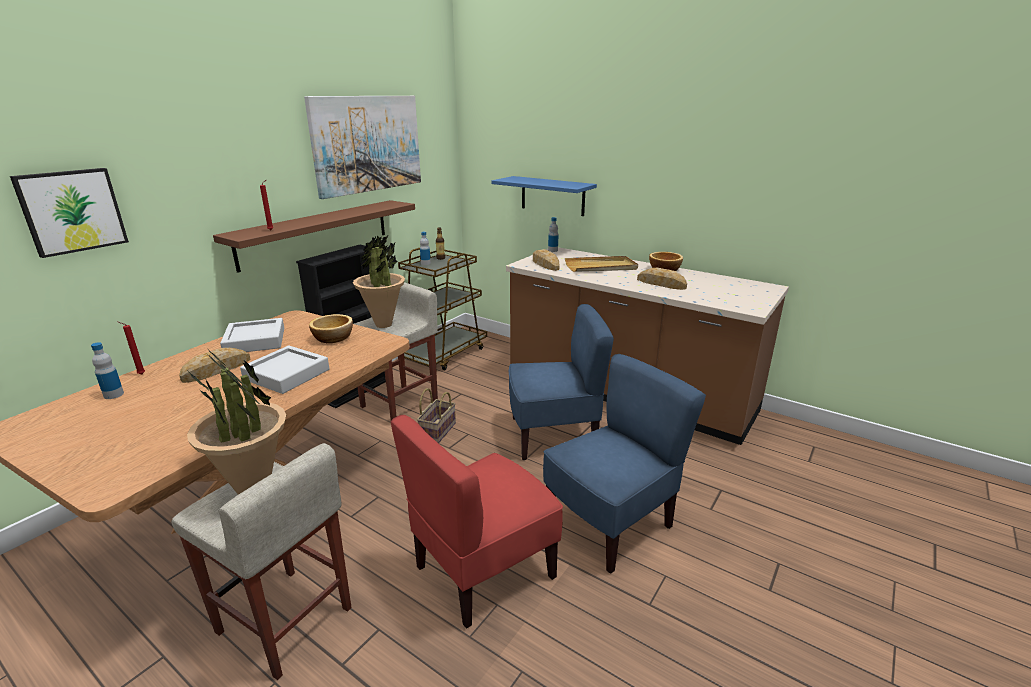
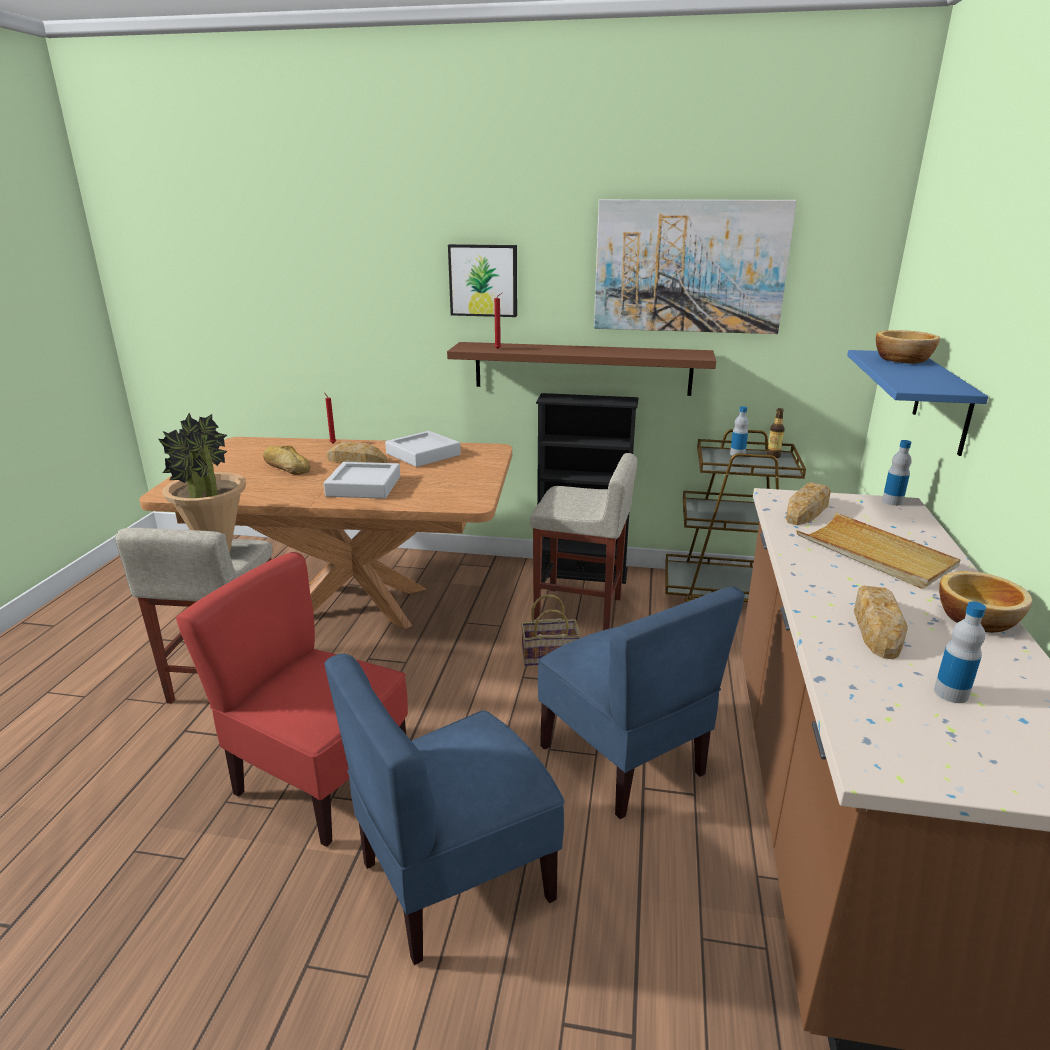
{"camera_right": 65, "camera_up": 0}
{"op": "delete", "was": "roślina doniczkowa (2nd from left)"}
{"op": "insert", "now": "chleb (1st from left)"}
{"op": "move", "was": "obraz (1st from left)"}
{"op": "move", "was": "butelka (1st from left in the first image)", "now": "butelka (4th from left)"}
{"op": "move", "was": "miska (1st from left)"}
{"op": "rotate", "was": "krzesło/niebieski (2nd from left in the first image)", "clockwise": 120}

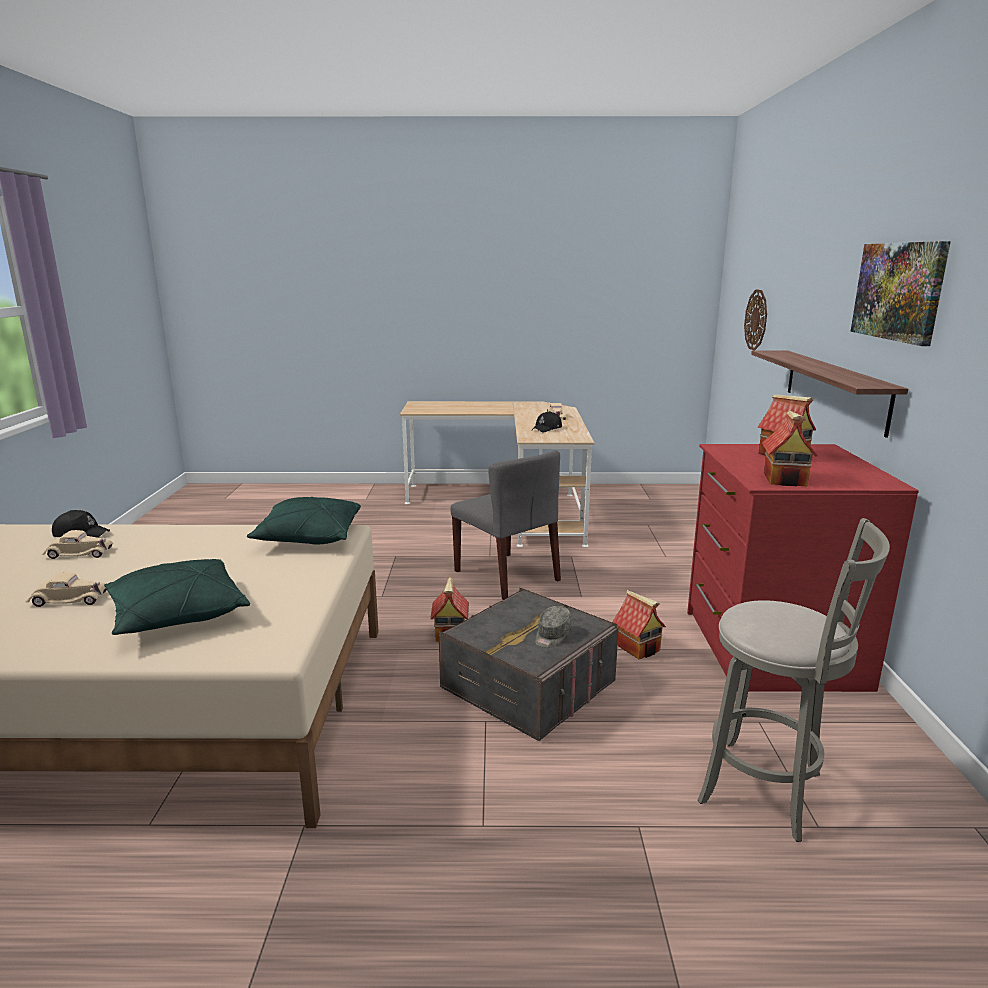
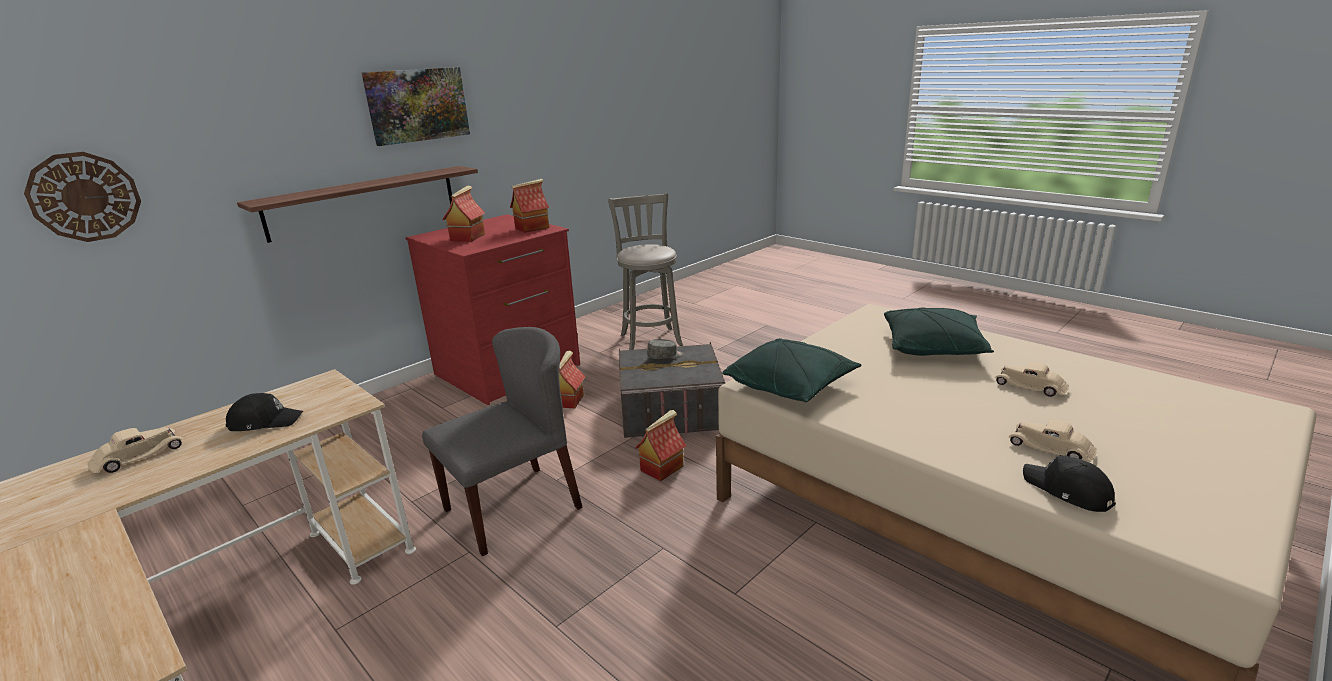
{"camera_right": -135, "camera_up": 5}
{"op": "rotate", "was": "krzesło/szary", "clockwise": 45}

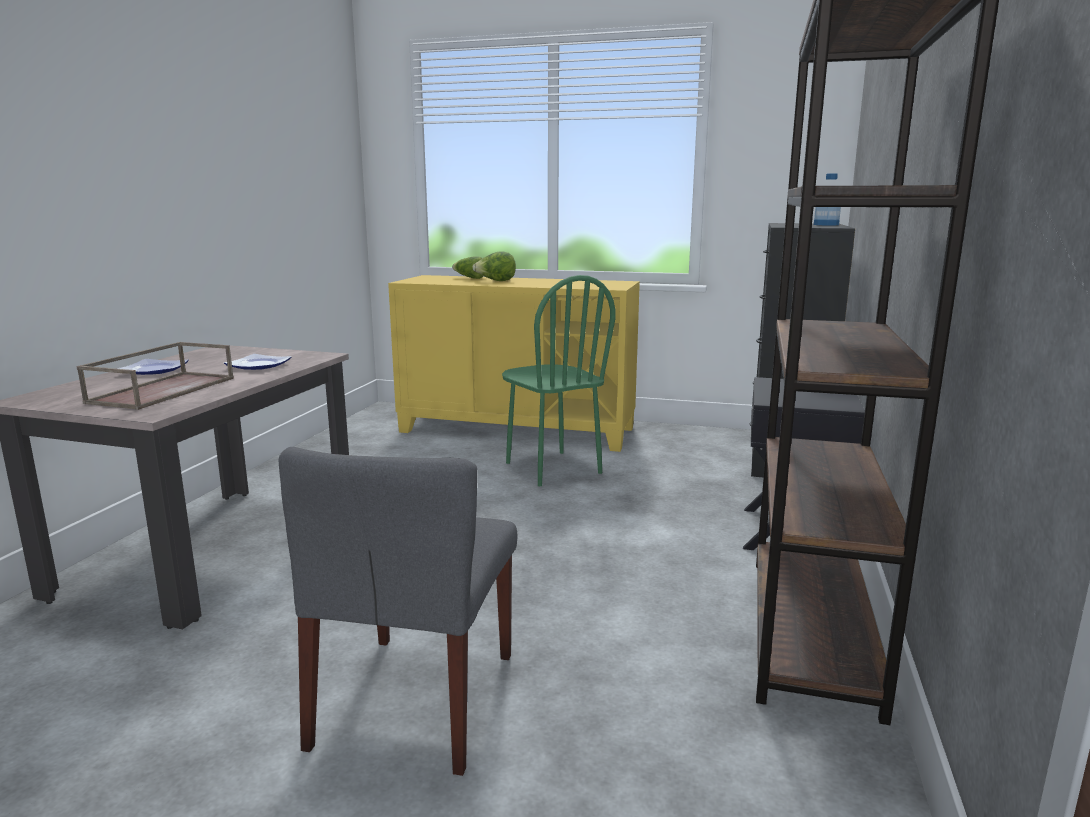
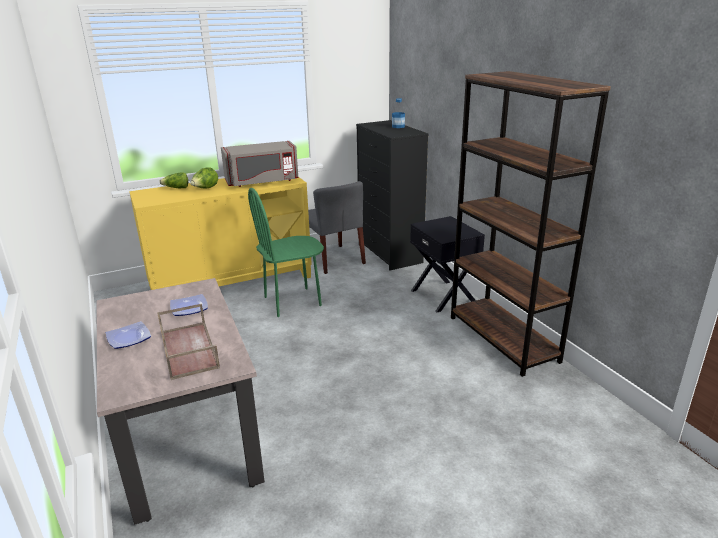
{"camera_right": -40, "camera_up": 10}
{"op": "insert", "now": "mikrofalówka/szary"}
{"op": "move", "was": "krzesło/szary"}
{"op": "rotate", "was": "krzesło/zielony", "clockwise": 135}

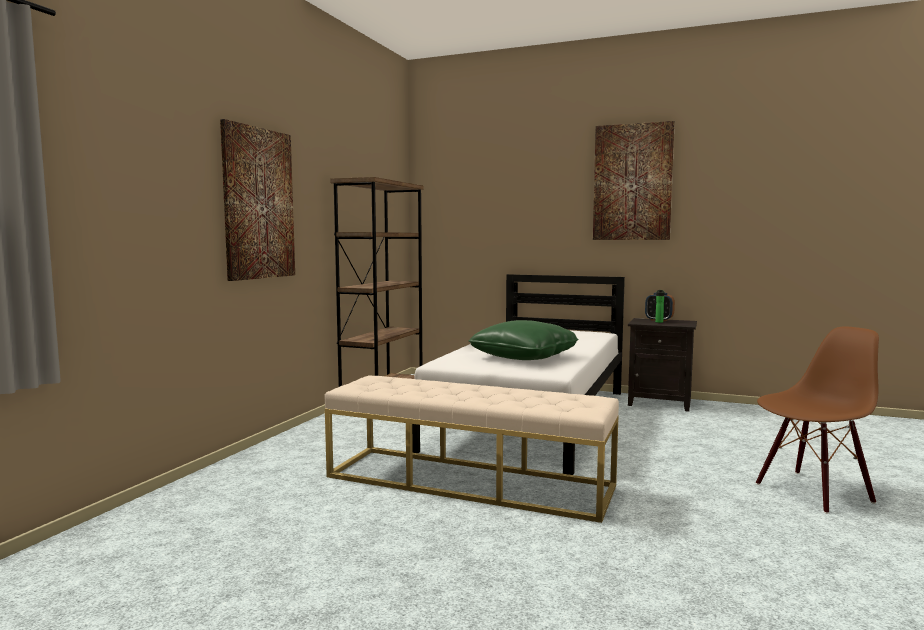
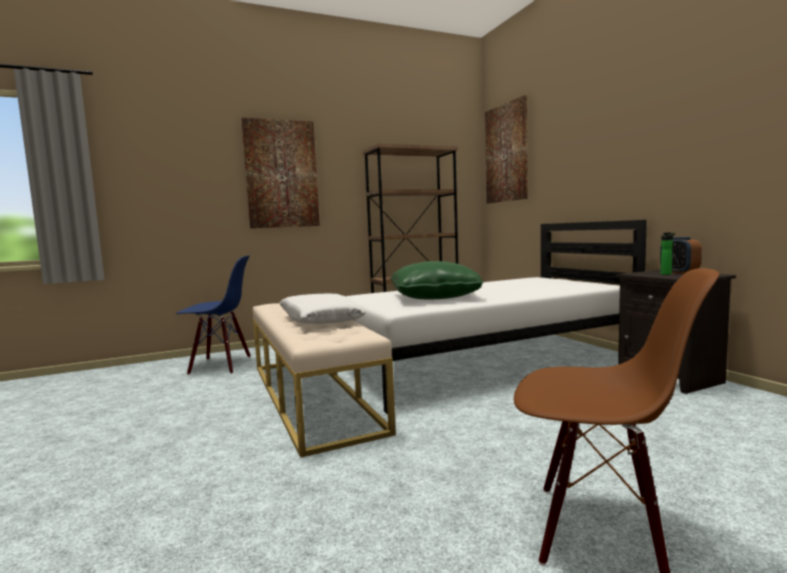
{"camera_right": 45, "camera_up": 0}
{"op": "insert", "now": "krzesło/niebieski"}
{"op": "insert", "now": "poduszka/biały"}
{"op": "move", "was": "obraz (2nd from left)"}

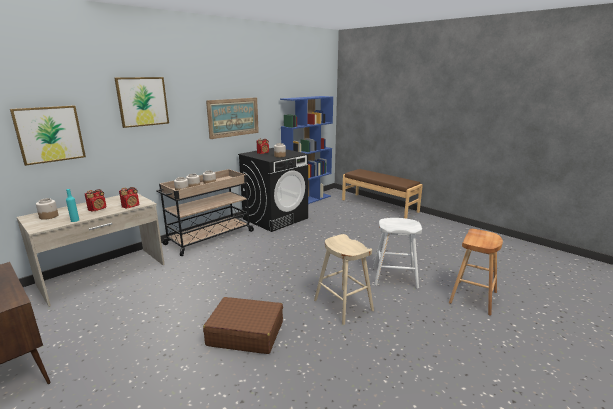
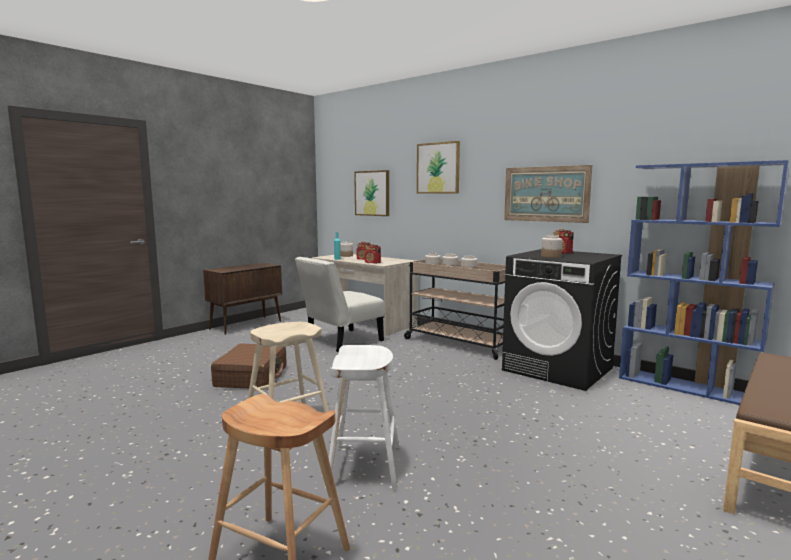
{"camera_right": 85, "camera_up": -10}
{"op": "insert", "now": "krzesło/biały"}

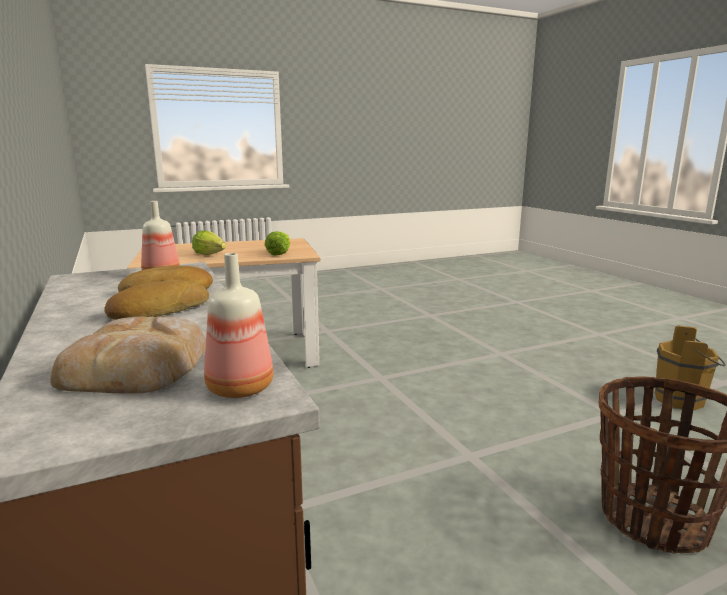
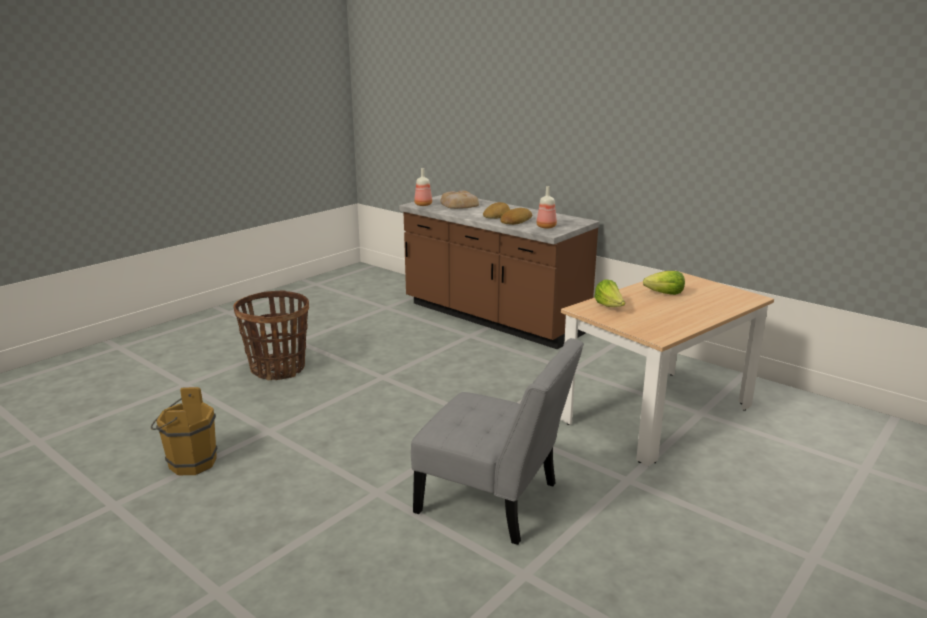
{"camera_right": 155, "camera_up": 5}
{"op": "insert", "now": "krzesło/szary"}

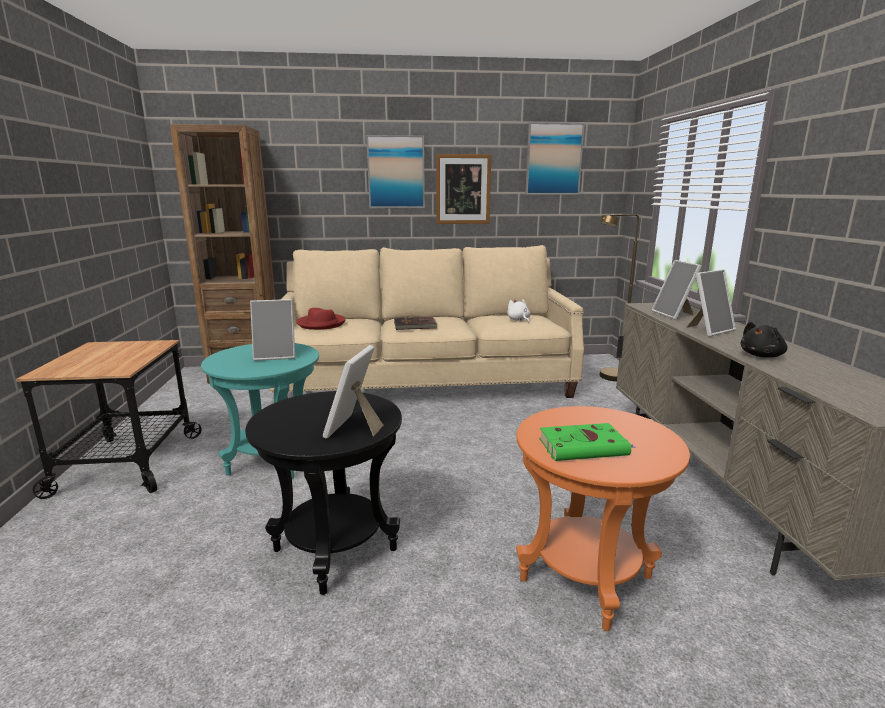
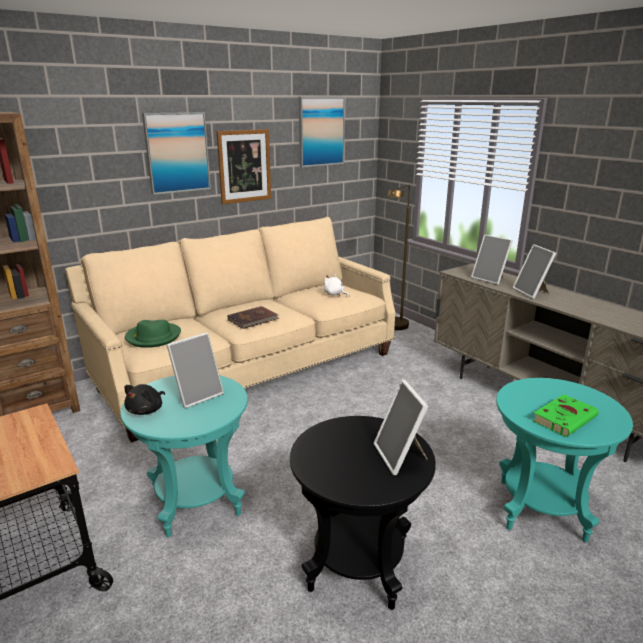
{"camera_right": -30, "camera_up": 5}
{"op": "move", "was": "pluszak/czarny"}
{"op": "recolor", "was": "kapelusz/czerwony", "now": "kapelusz/zielony"}
{"op": "recolor", "was": "stolik/pomarańczowy", "now": "stolik/turkusowy (2nd from left)"}
{"op": "rotate", "was": "ramka na zdjęcie (4th from left)", "clockwise": 135}

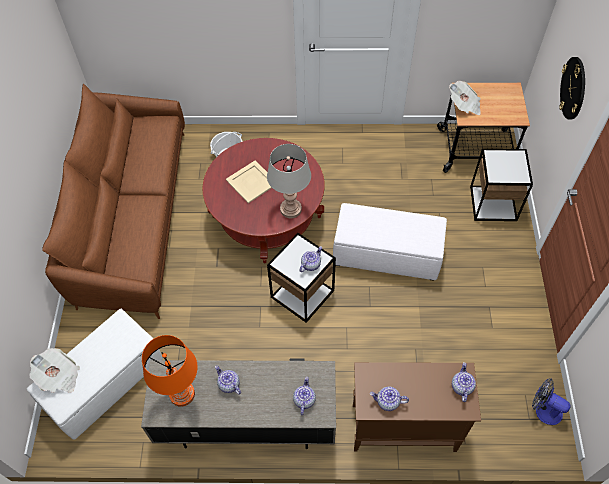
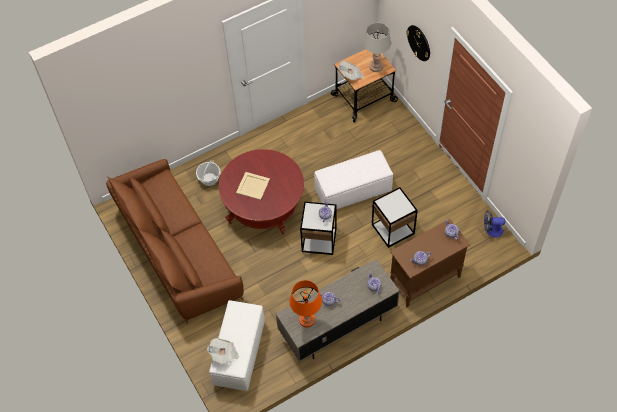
{"camera_right": -30, "camera_up": 0}
{"op": "move", "was": "lampa stołowa/szary"}
{"op": "move", "was": "stolik (2nd from left)"}

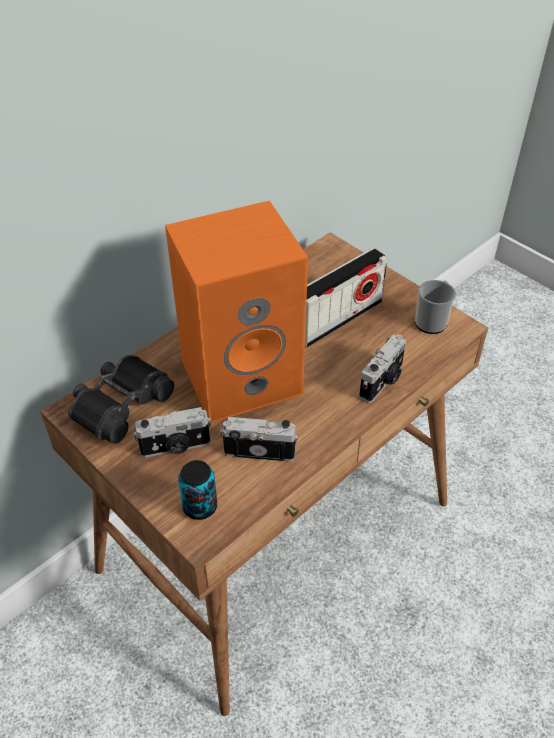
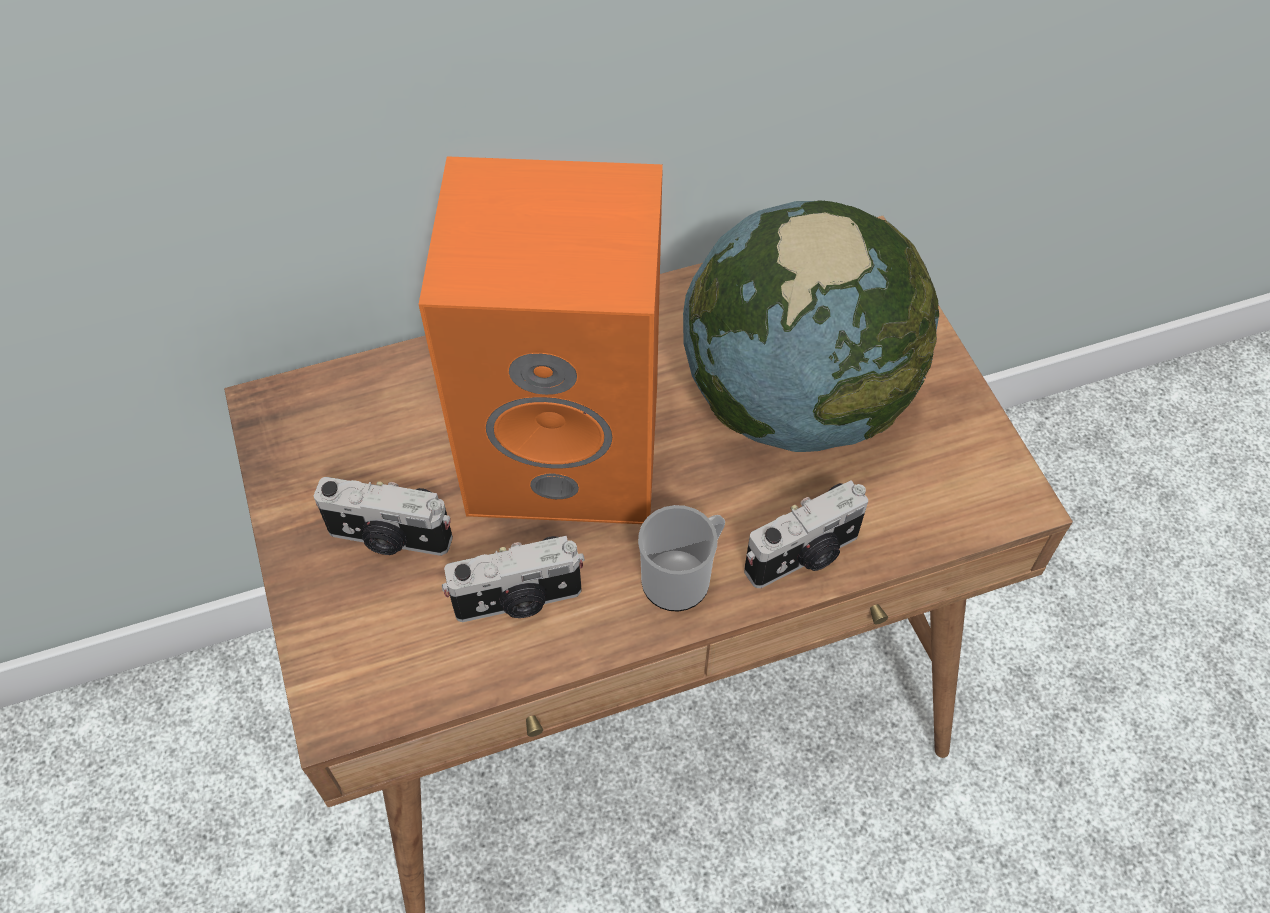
{"camera_right": 25, "camera_up": 10}
{"op": "delete", "was": "lornetka/czarny"}
{"op": "delete", "was": "puszka"}
{"op": "move", "was": "kubek"}
{"op": "replace", "was": "radio", "now": "globus"}
{"op": "rotate", "was": "aparat fotograficzny (2nd from left)", "clockwise": 135}

